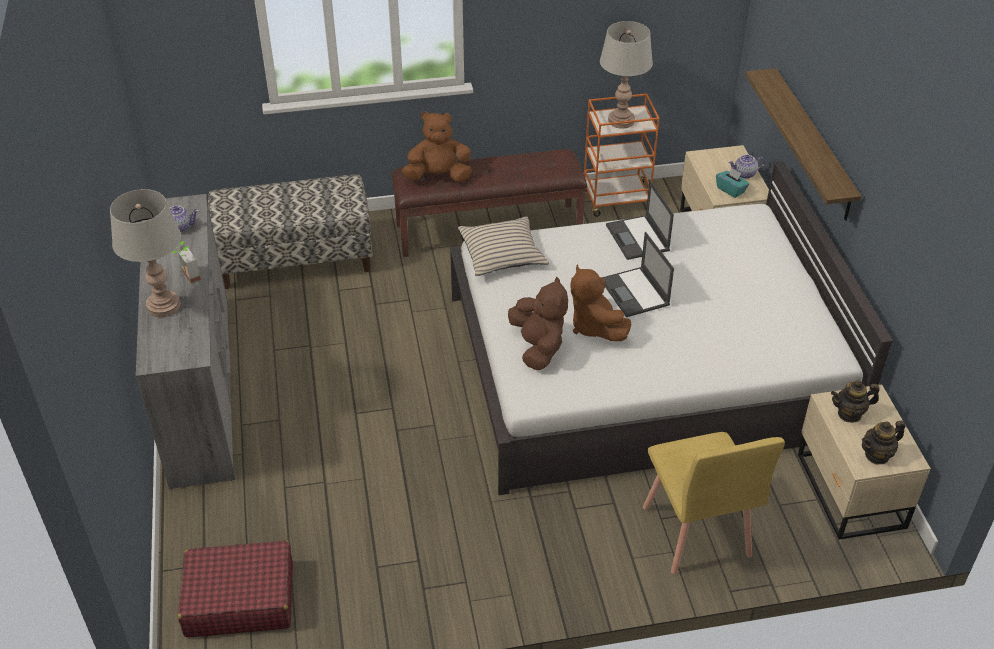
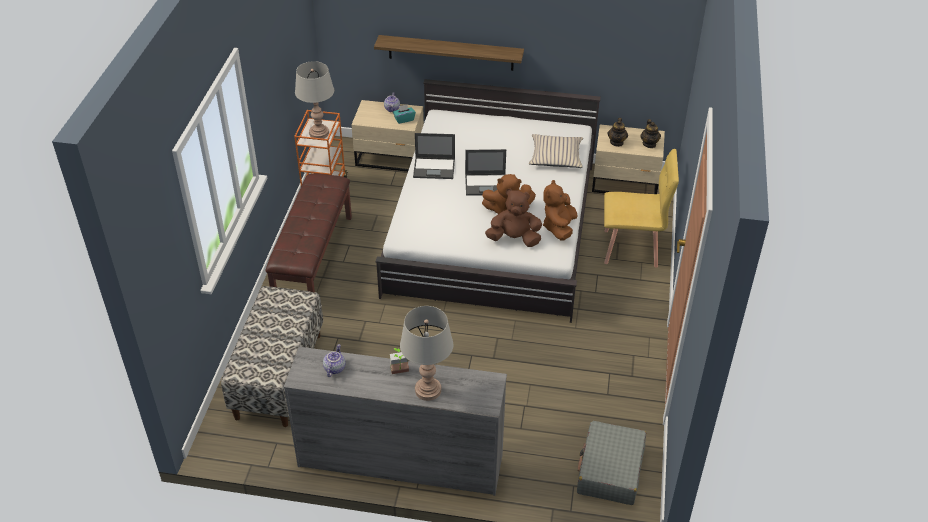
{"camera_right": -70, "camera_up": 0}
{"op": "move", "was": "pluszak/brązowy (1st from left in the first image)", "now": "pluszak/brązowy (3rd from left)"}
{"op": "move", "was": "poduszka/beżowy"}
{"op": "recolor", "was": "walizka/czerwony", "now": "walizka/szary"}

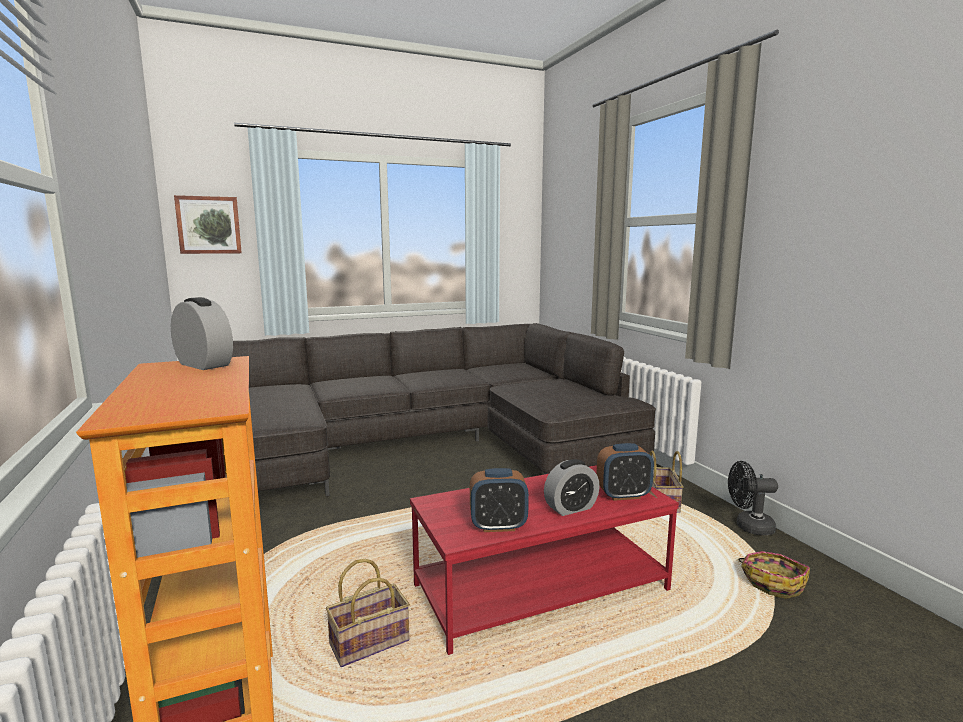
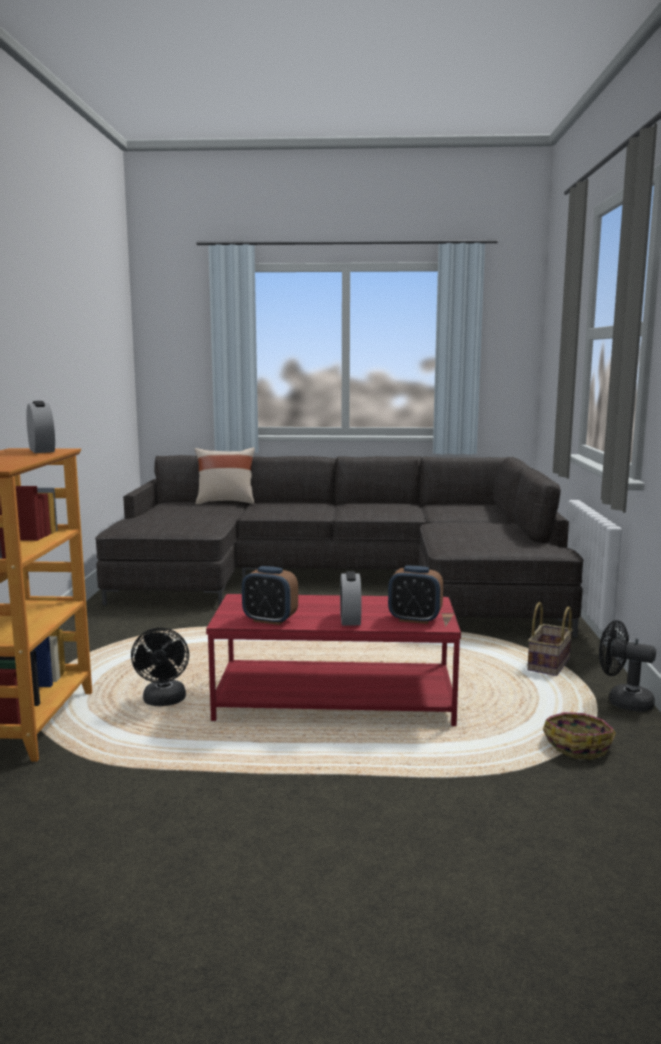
{"camera_right": 25, "camera_up": 0}
{"op": "delete", "was": "obraz"}
{"op": "insert", "now": "poduszka/beżowy"}
{"op": "replace", "was": "koszyk (1st from left)", "now": "wentylator/czarny (1st from left)"}
{"op": "rotate", "was": "budzik (3rd from left)", "clockwise": 90}

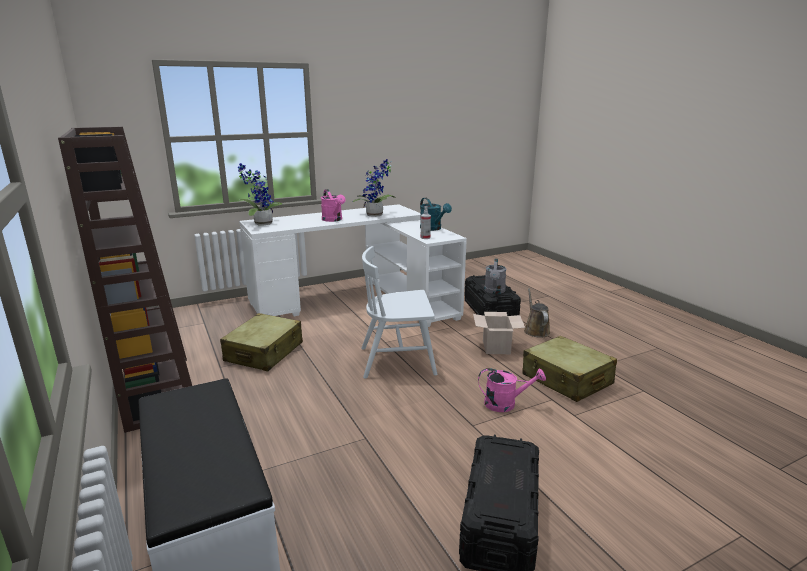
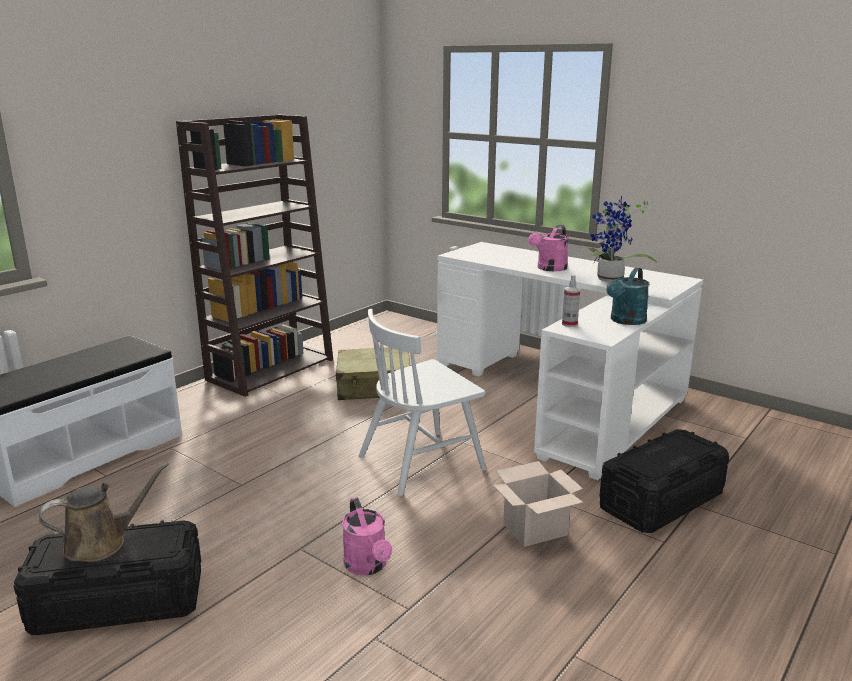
{"camera_right": 65, "camera_up": 0}
{"op": "delete", "was": "roślina doniczkowa (1st from left)"}
{"op": "delete", "was": "konewka/szary"}
{"op": "delete", "was": "walizka/beżowy (2nd from left)"}
{"op": "move", "was": "konewka/brązowy"}
{"op": "rotate", "was": "krzesło/biały", "clockwise": -90}

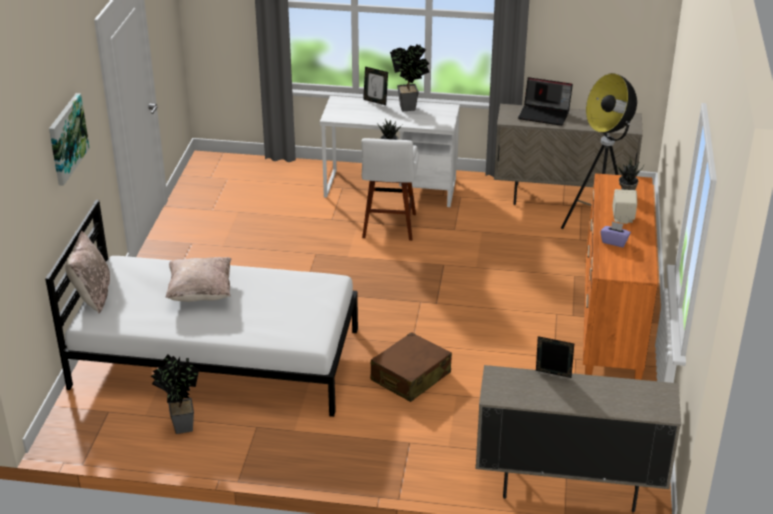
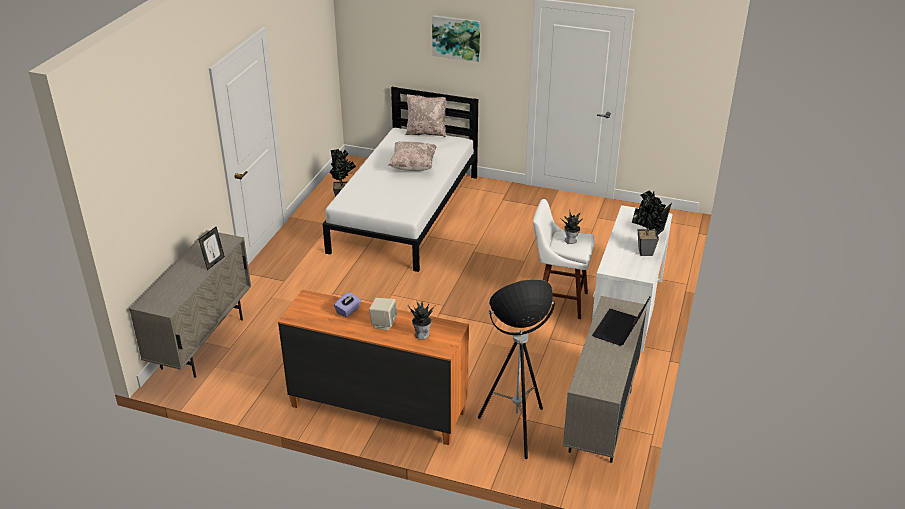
{"camera_right": 100, "camera_up": 0}
{"op": "delete", "was": "walizka/brązowy"}

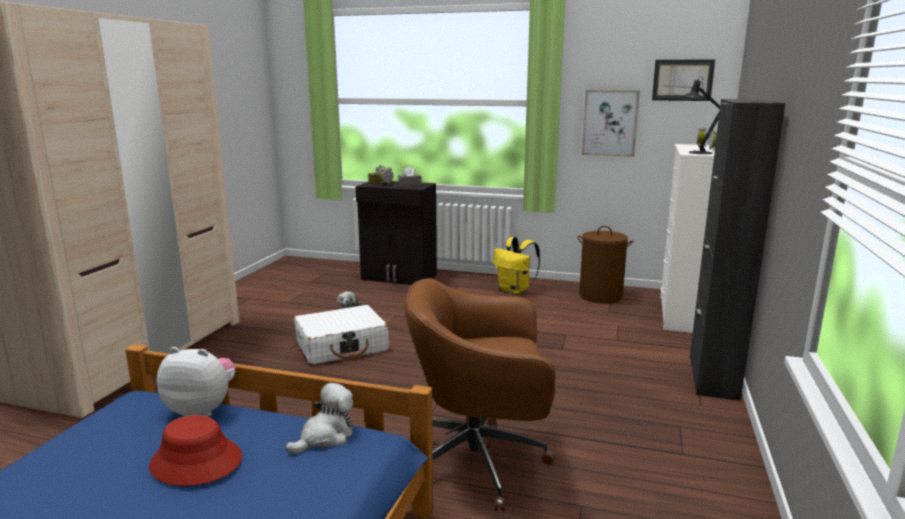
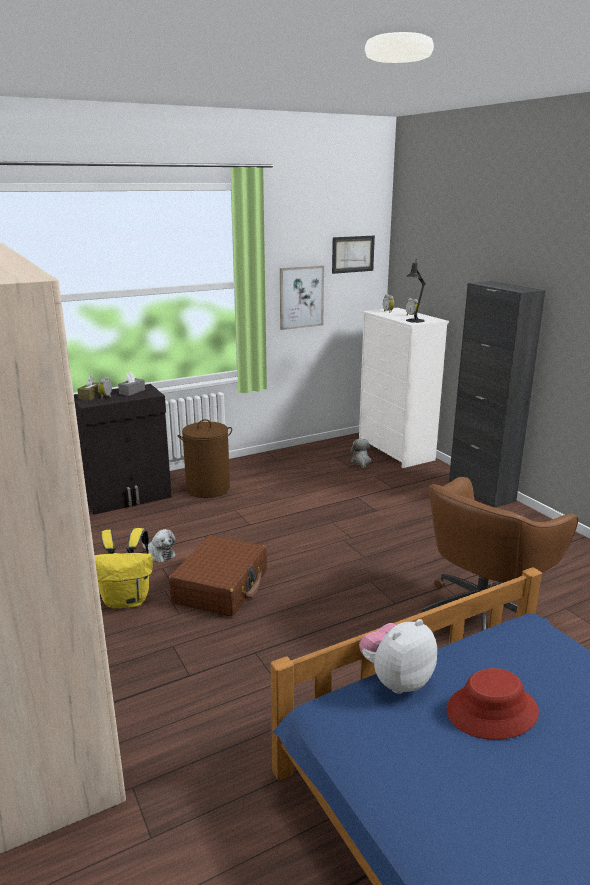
{"camera_right": -45, "camera_up": 5}
{"op": "move", "was": "pluszak (2nd from left)"}
{"op": "move", "was": "plecak/żółty"}
{"op": "move", "was": "kosz na pranie/brązowy"}
{"op": "recolor", "was": "walizka/biały", "now": "walizka/brązowy"}

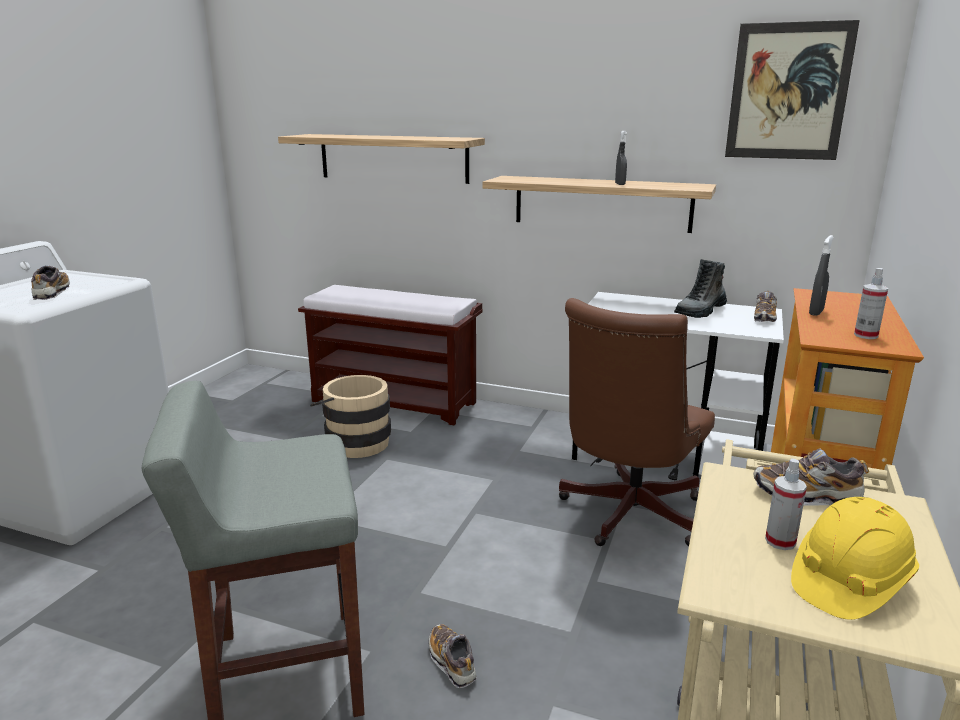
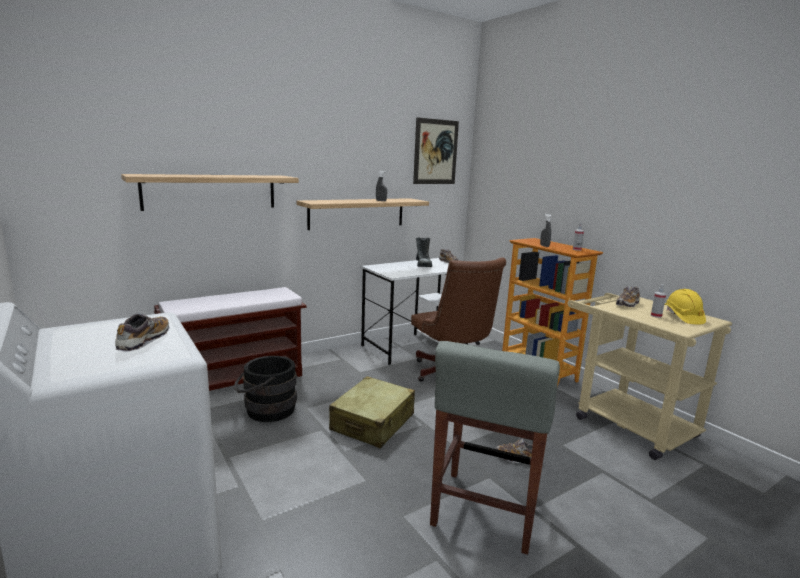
{"camera_right": -55, "camera_up": -5}
{"op": "insert", "now": "walizka/beżowy"}
{"op": "recolor", "was": "wiadro/beżowy", "now": "wiadro/czarny"}
{"op": "rotate", "was": "but (1st from left)", "clockwise": 75}

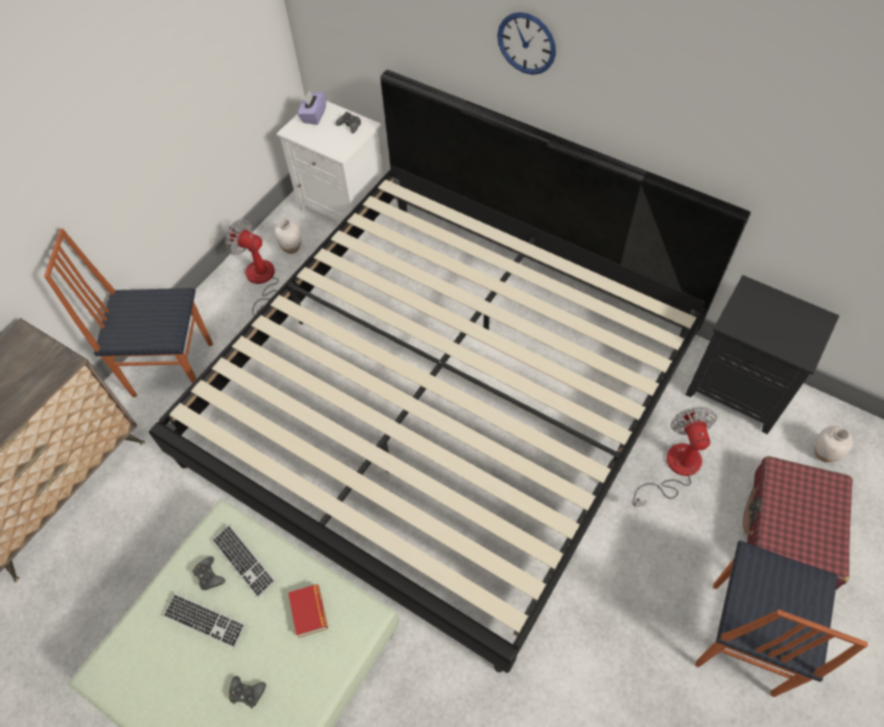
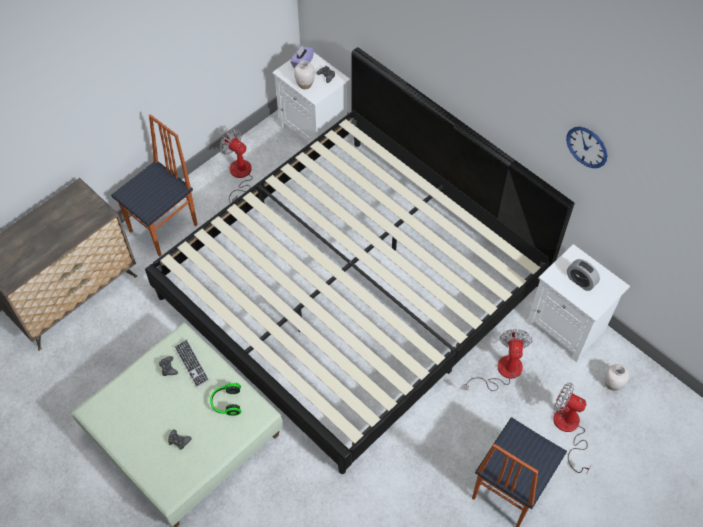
{"camera_right": 10, "camera_up": 0}
{"op": "delete", "was": "klawiatura (1st from left)"}
{"op": "insert", "now": "budzik"}
{"op": "move", "was": "wazon/biały (1st from left)"}
{"op": "move", "was": "zegar ścienny"}
{"op": "replace", "was": "książka", "now": "słuchawki"}
{"op": "replace", "was": "walizka/czerwony", "now": "wentylator (3rd from left)"}
{"op": "recolor", "was": "szafka nocna/czarny", "now": "szafka nocna/biały (2nd from left)"}
{"op": "rotate", "was": "krzesło (1st from left)", "clockwise": 120}

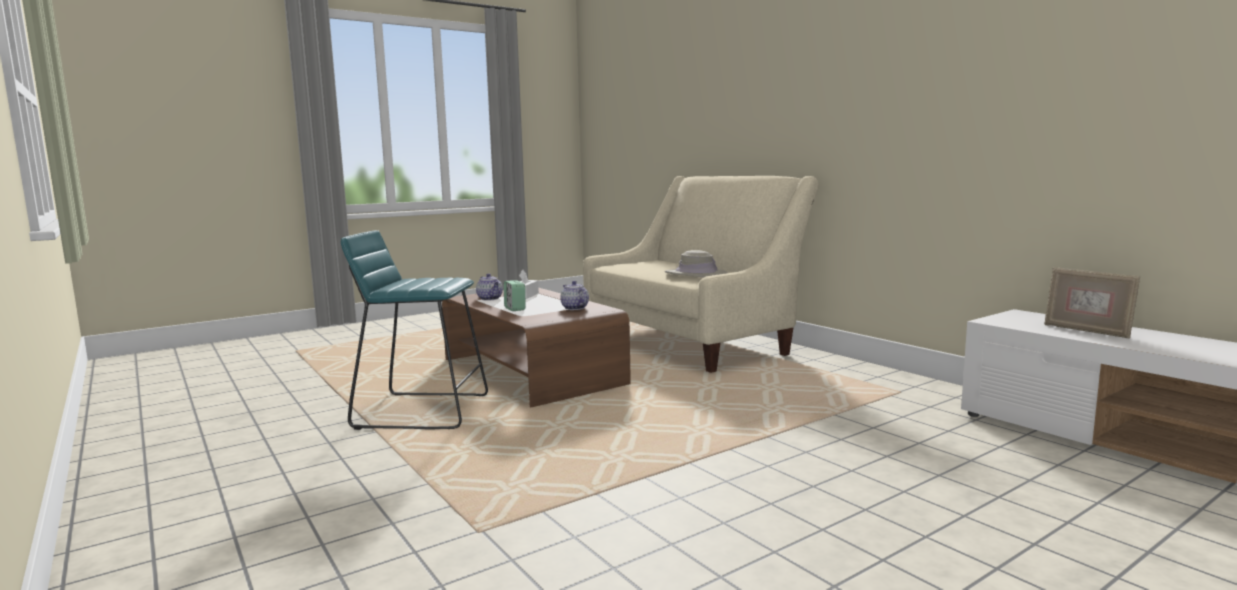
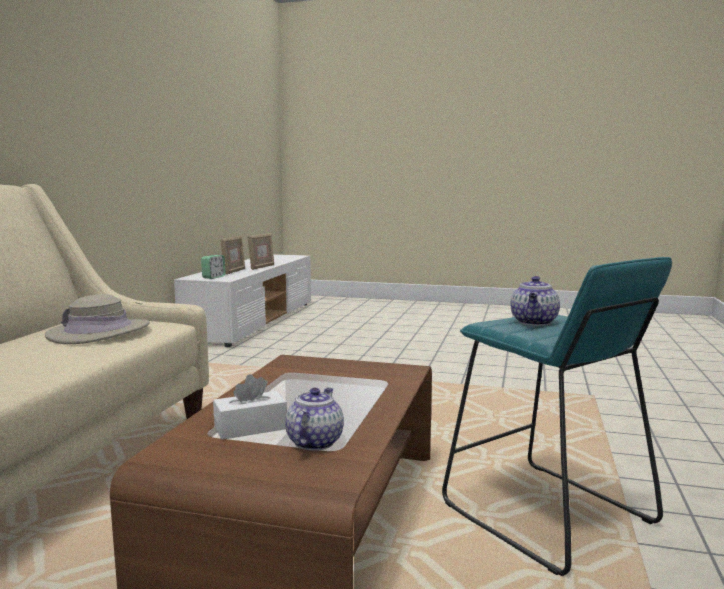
{"camera_right": -130, "camera_up": 0}
{"op": "insert", "now": "ramka na zdjęcie (2nd from left)"}
{"op": "move", "was": "budzik"}
{"op": "move", "was": "imbryk (2nd from left)"}

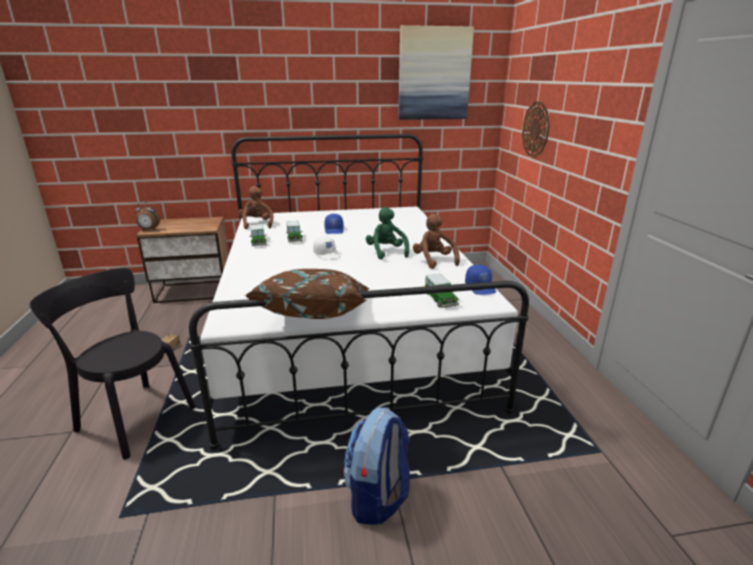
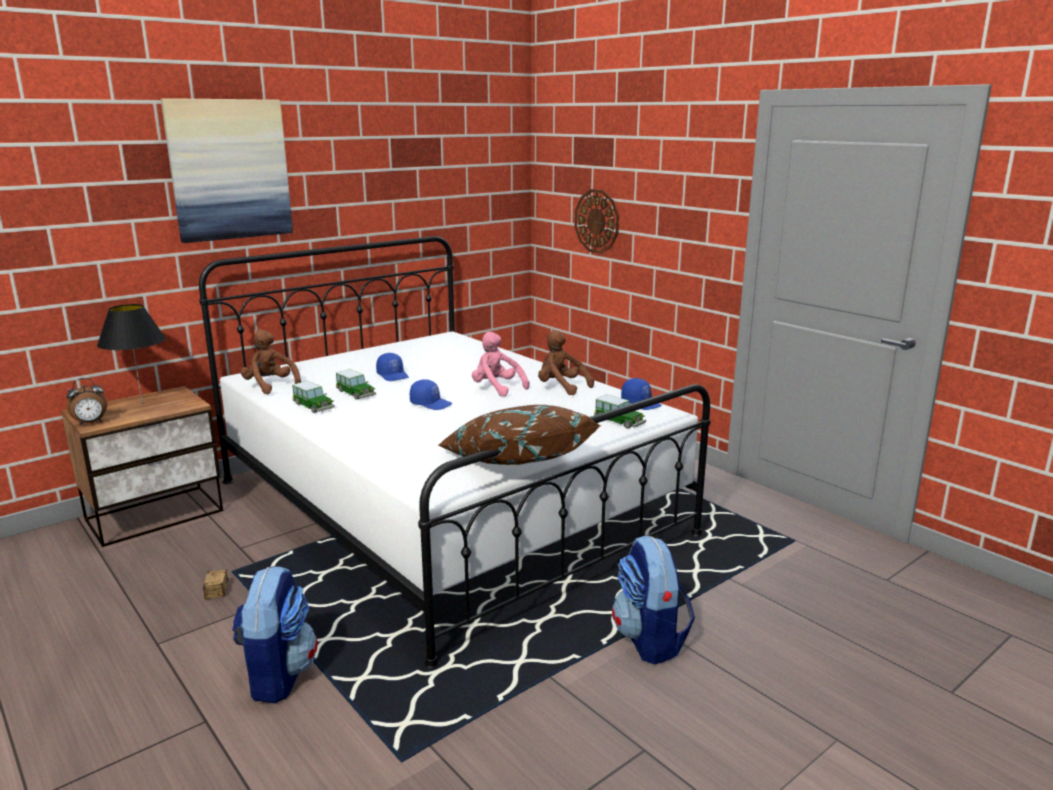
{"camera_right": -30, "camera_up": -5}
{"op": "insert", "now": "lampa stołowa/czarny"}
{"op": "move", "was": "obraz"}
{"op": "replace", "was": "krzesło/czarny", "now": "plecak (1st from left)"}
{"op": "recolor", "was": "czapka z daszkiem/biały", "now": "czapka z daszkiem/niebieski (2nd from left)"}
{"op": "recolor", "was": "pluszak/zielony", "now": "pluszak/różowy"}

